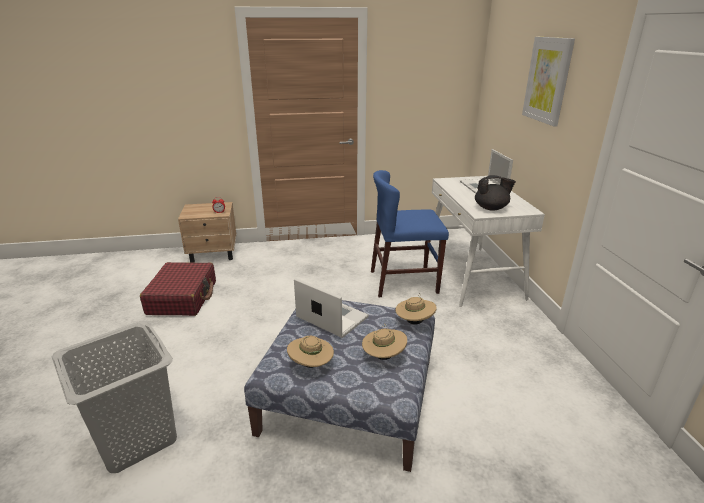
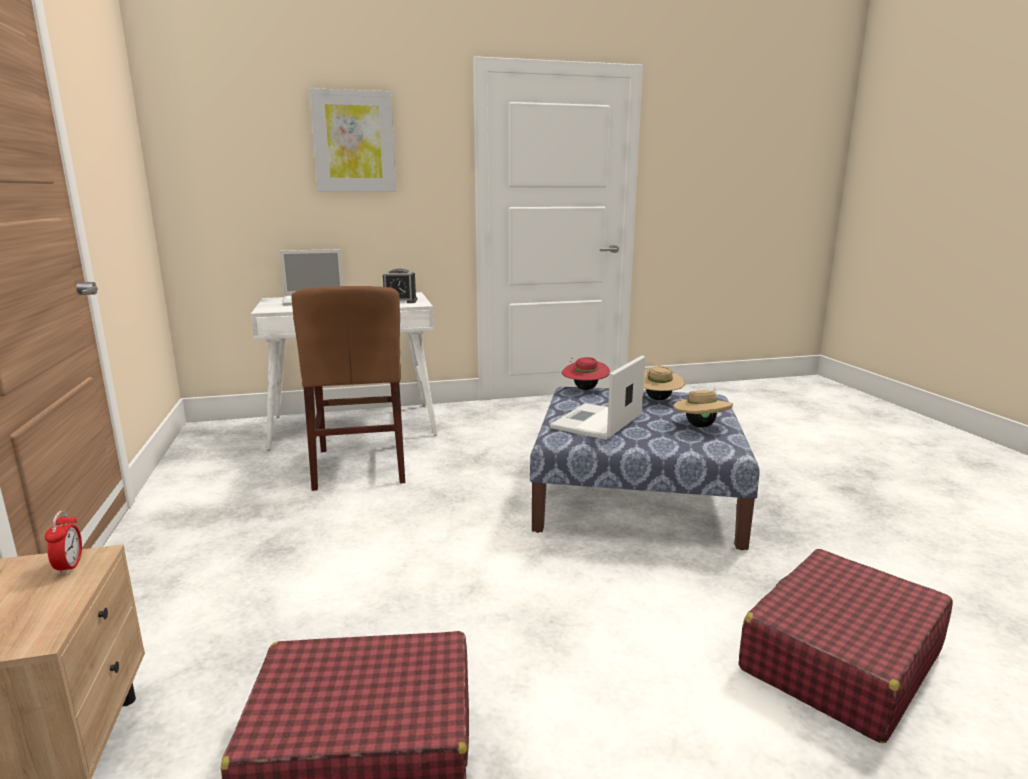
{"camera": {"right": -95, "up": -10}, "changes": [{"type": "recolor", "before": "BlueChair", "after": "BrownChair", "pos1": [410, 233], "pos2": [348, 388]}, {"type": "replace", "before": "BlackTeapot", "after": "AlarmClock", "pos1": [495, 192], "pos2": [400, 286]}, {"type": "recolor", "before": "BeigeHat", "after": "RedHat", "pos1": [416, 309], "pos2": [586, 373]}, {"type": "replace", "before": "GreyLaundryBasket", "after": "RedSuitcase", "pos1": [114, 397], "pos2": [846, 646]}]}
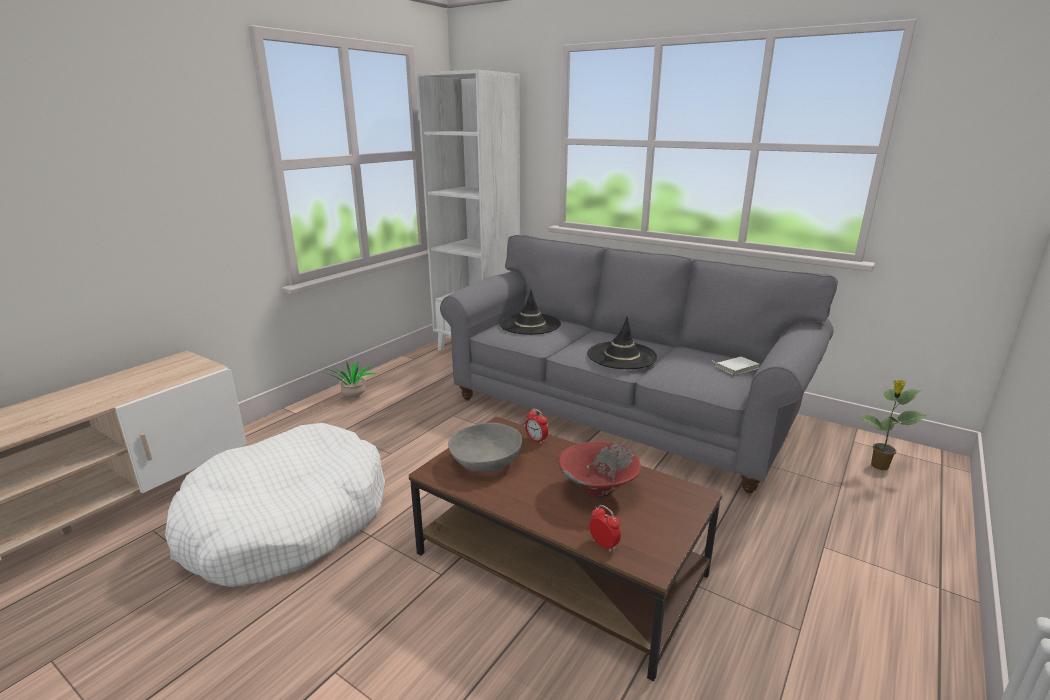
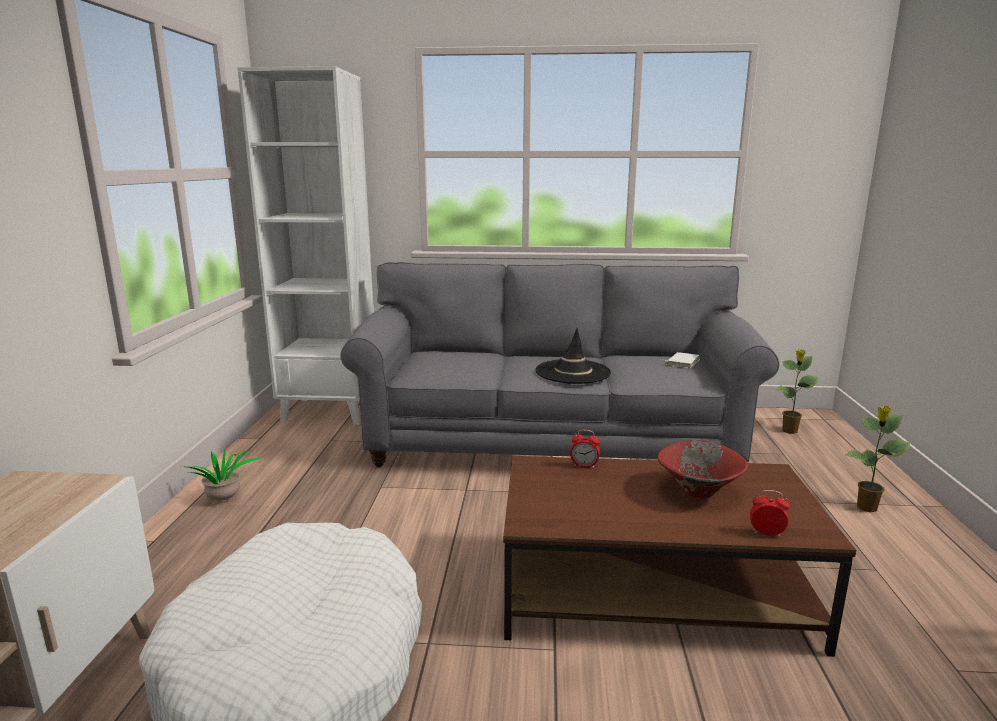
{"camera": {"right": -30, "up": -5}, "changes": [{"type": "insert", "after": "PottedPlant", "pos2": [877, 459]}, {"type": "delete", "before": "GreyBowl", "pos1": [485, 447]}, {"type": "delete", "before": "BlackHat", "pos1": [530, 312]}]}
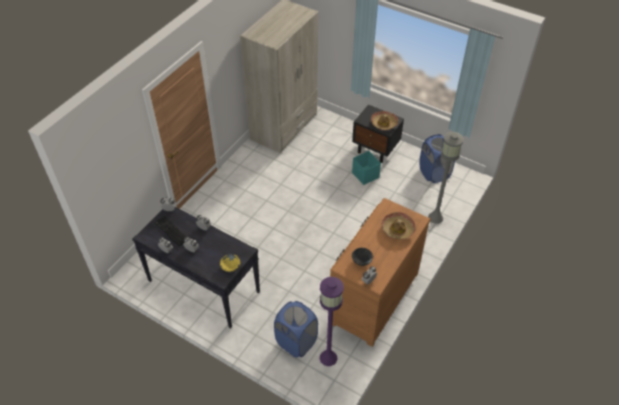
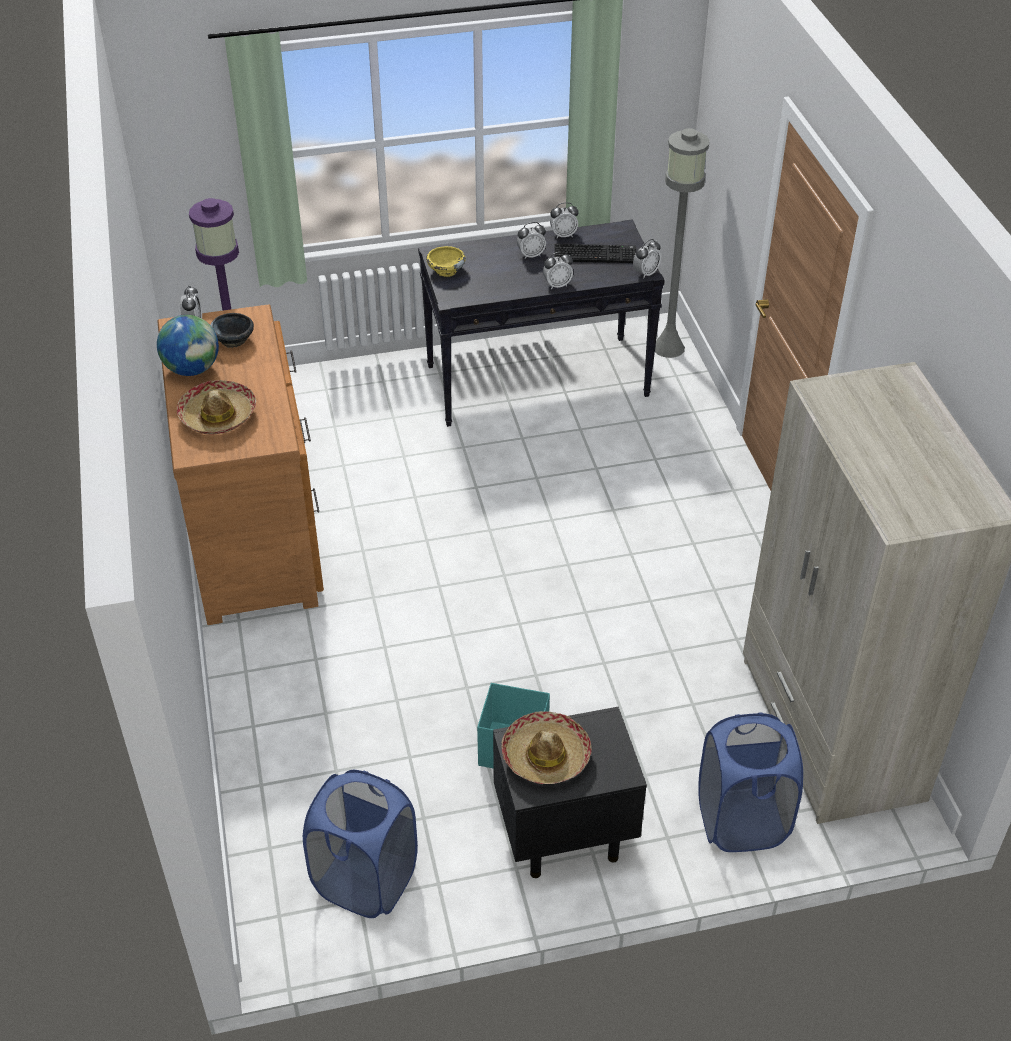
{"camera": {"right": 135, "up": -5}, "changes": [{"type": "insert", "after": "Globe", "pos2": [188, 345]}, {"type": "move", "before": "GreyFloorLamp", "pos1": [446, 178], "pos2": [682, 243]}, {"type": "move", "before": "BlueLaundryBasket", "pos1": [296, 329], "pos2": [751, 782]}]}
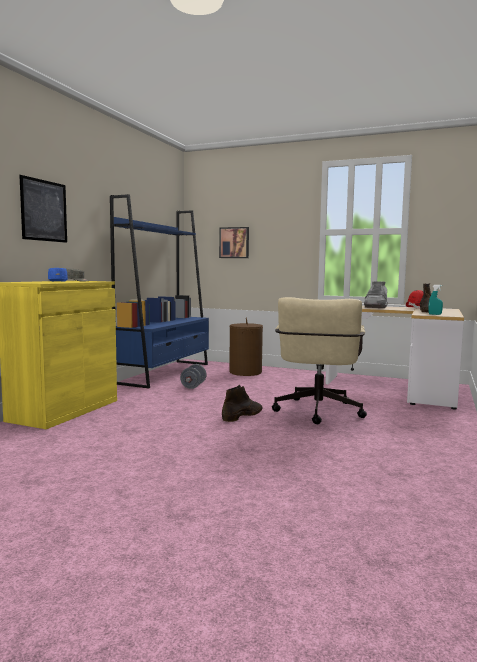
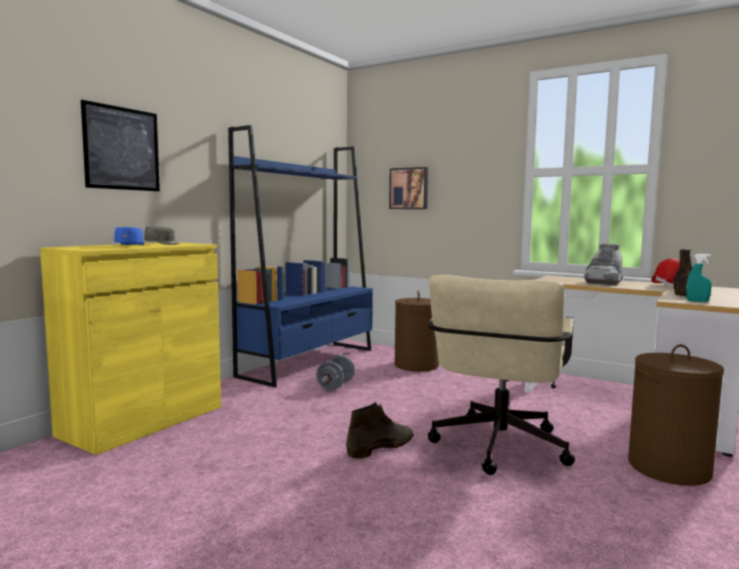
{"camera": {"right": 10, "up": 0}, "changes": [{"type": "insert", "after": "BrownLaundryBasket", "pos2": [676, 415]}]}
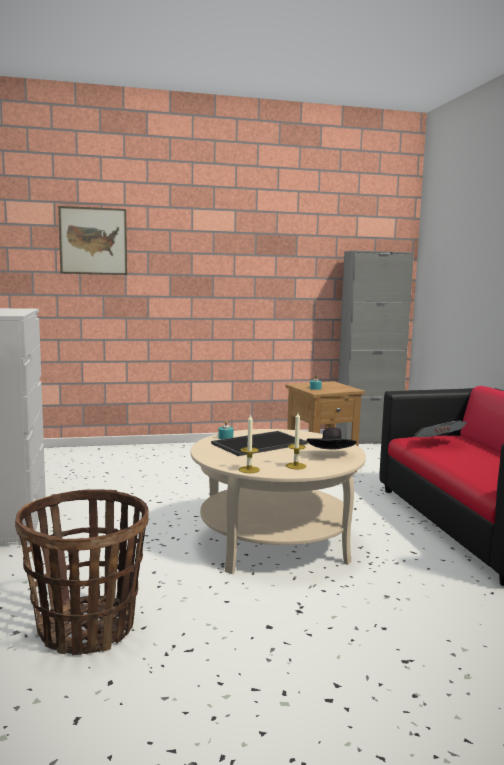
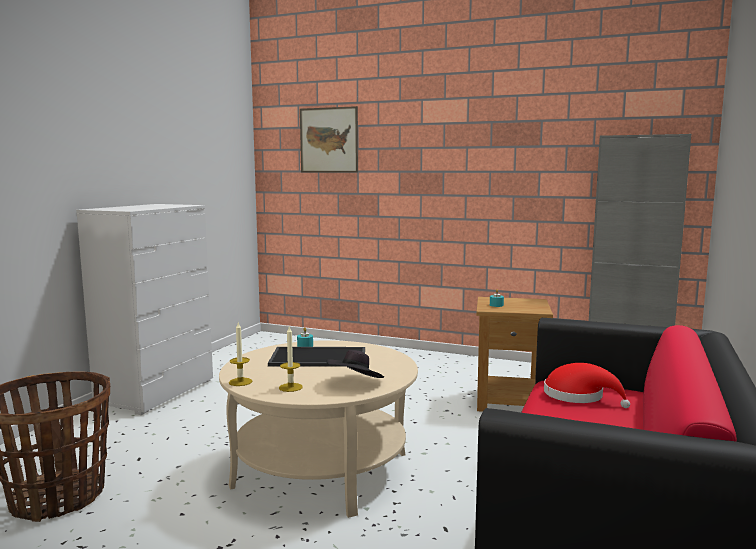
{"camera": {"right": 35, "up": 0}, "changes": [{"type": "replace", "before": "Newspaper", "after": "RedHat", "pos1": [440, 428], "pos2": [587, 385]}]}
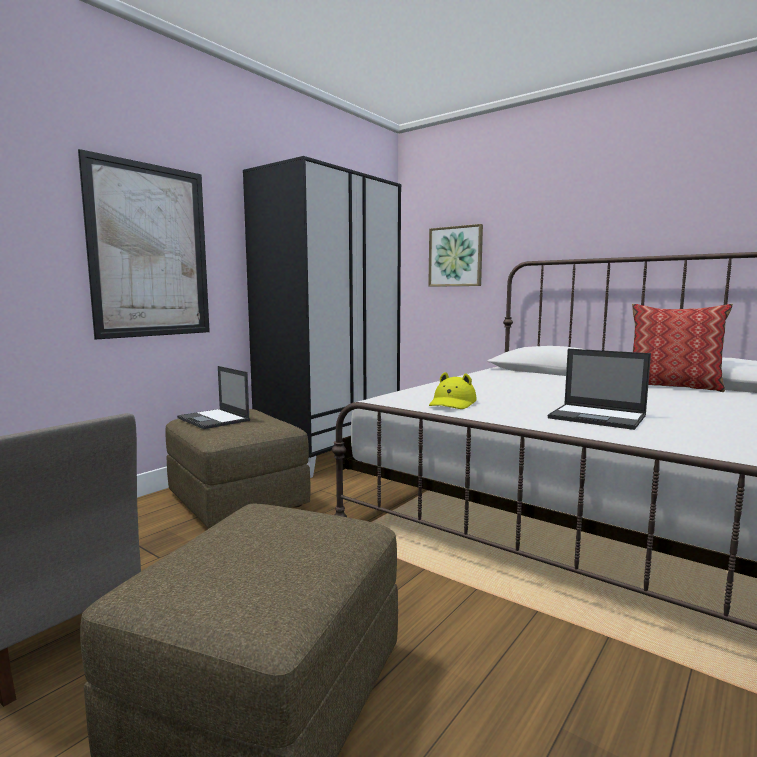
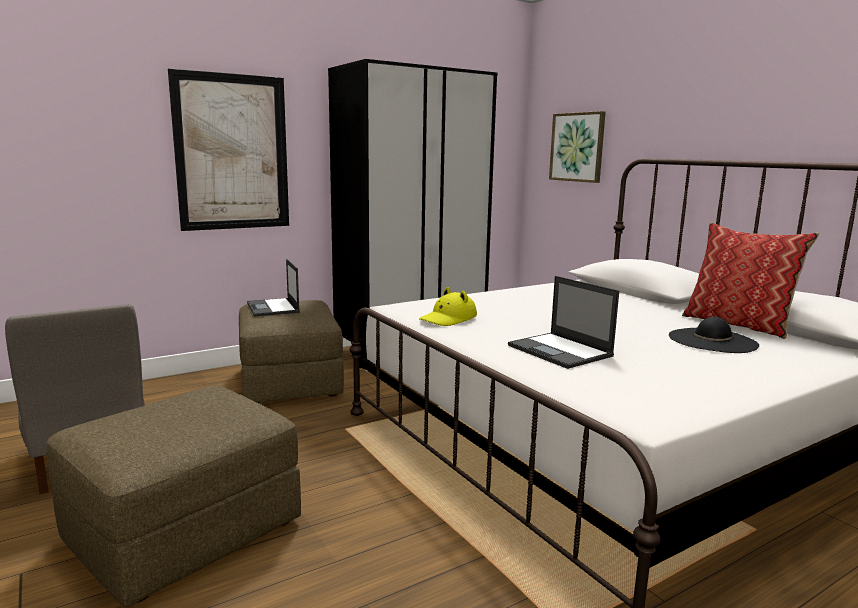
{"camera": {"right": 20, "up": 5}, "changes": [{"type": "insert", "after": "BlackHat", "pos2": [714, 335]}]}
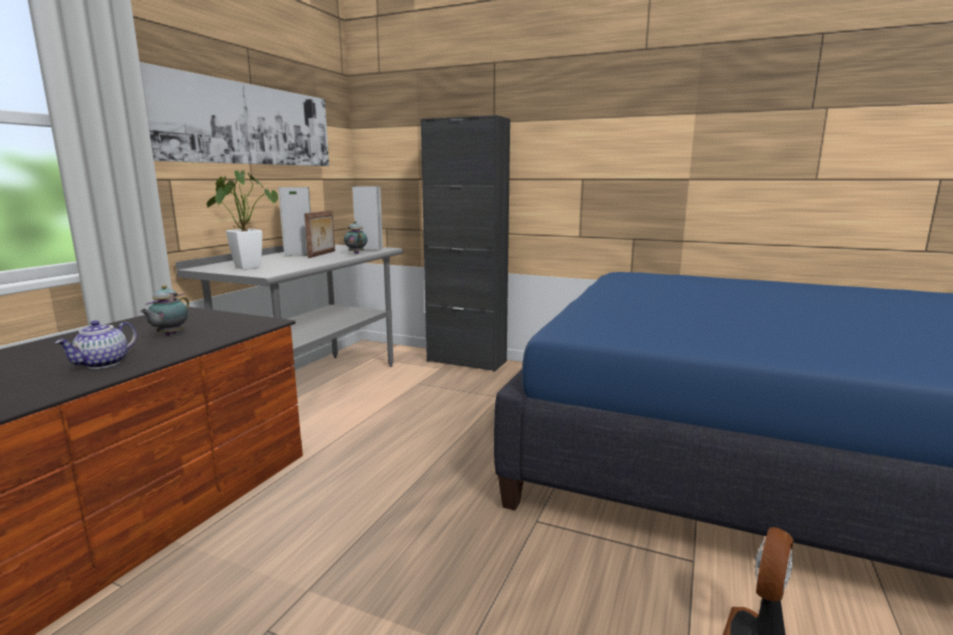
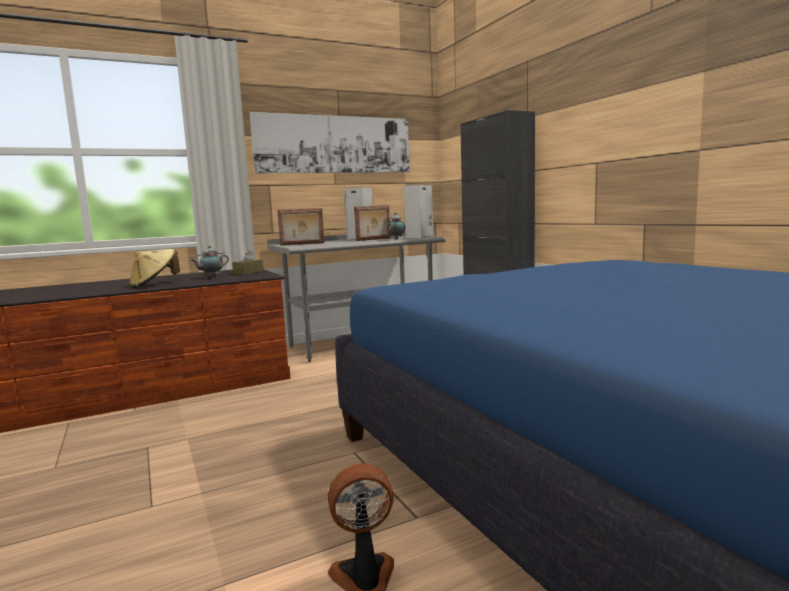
{"camera": {"right": 40, "up": -5}, "changes": [{"type": "replace", "before": "Teapot", "after": "BeigeHat", "pos1": [96, 344], "pos2": [154, 268]}, {"type": "insert", "after": "BrownTissueBox", "pos2": [247, 262]}, {"type": "replace", "before": "PottedPlant", "after": "PictureFrame", "pos1": [242, 220], "pos2": [300, 226]}]}
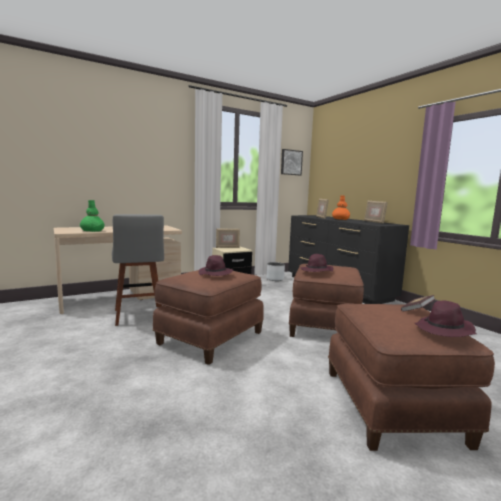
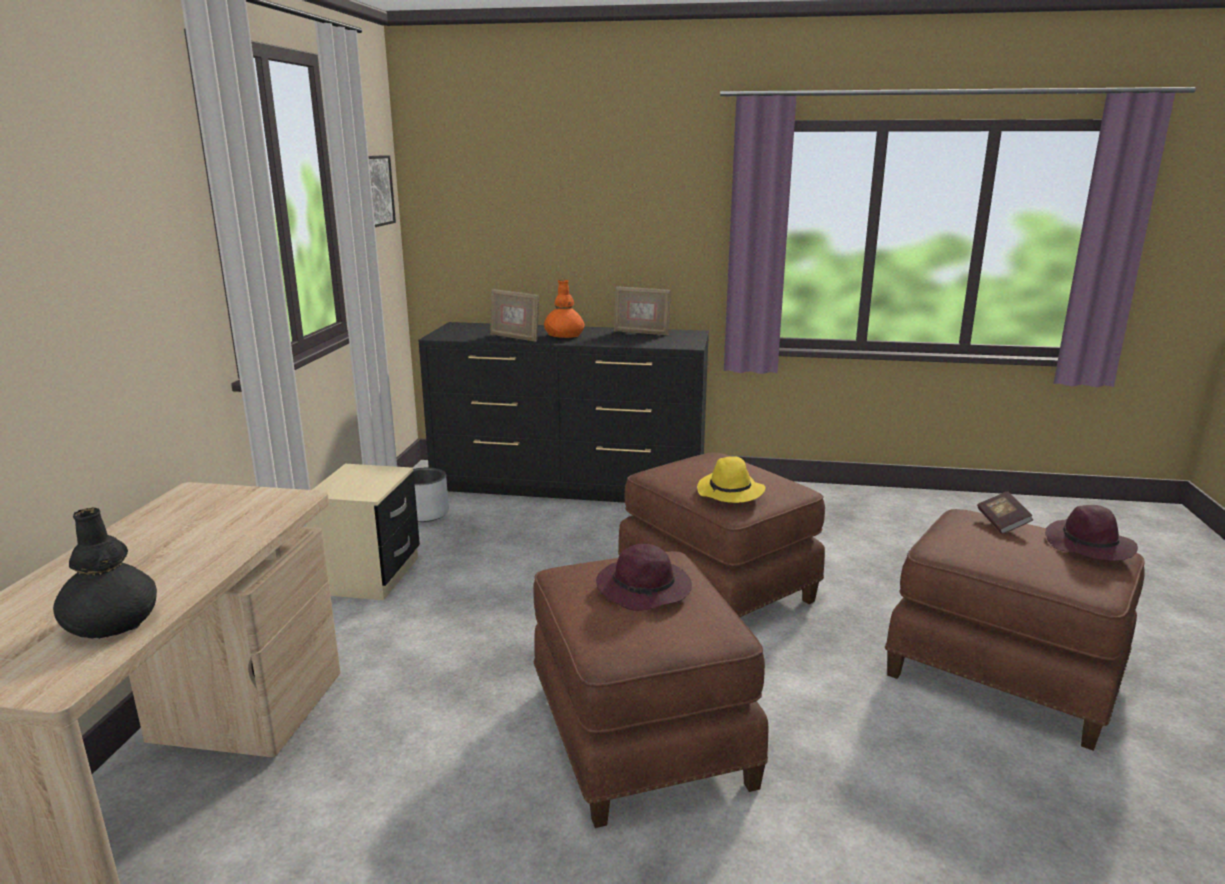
{"camera": {"right": -50, "up": 10}, "changes": [{"type": "recolor", "before": "GreenVase", "after": "BlackVase", "pos1": [92, 216], "pos2": [105, 573]}, {"type": "recolor", "before": "PurpleHat", "after": "YellowHat", "pos1": [317, 263], "pos2": [731, 480]}, {"type": "delete", "before": "GreyStool", "pos1": [138, 270]}, {"type": "delete", "before": "PictureFrame", "pos1": [228, 238]}]}
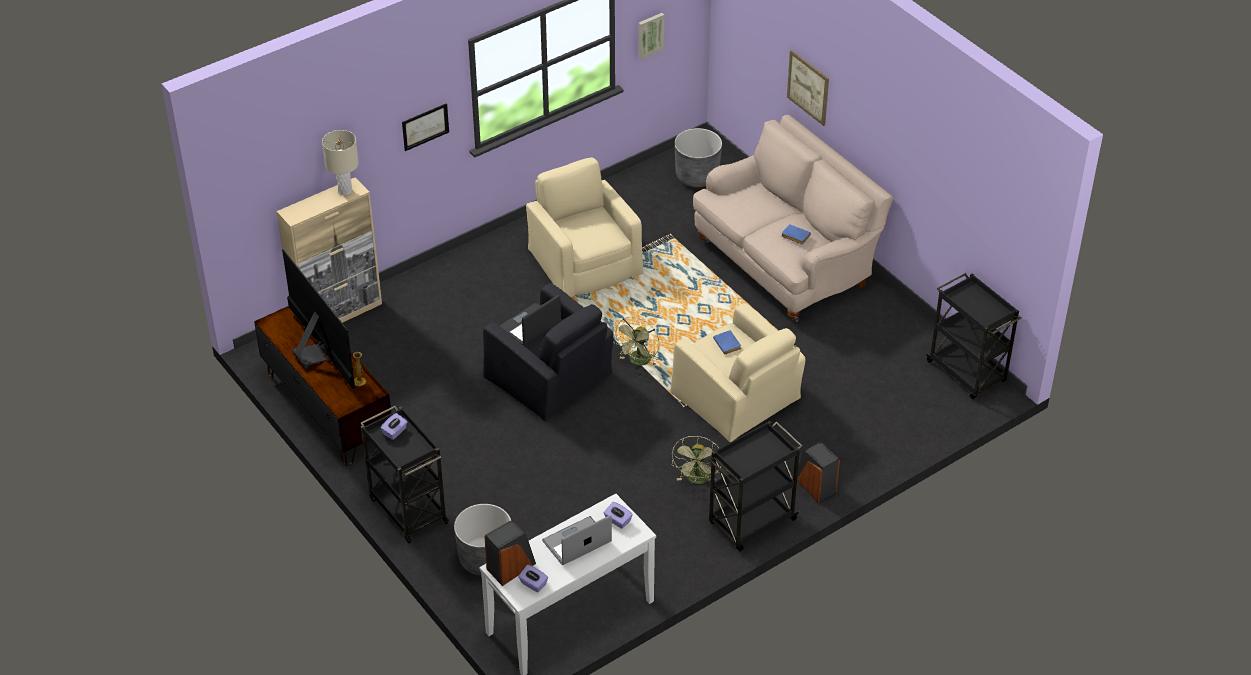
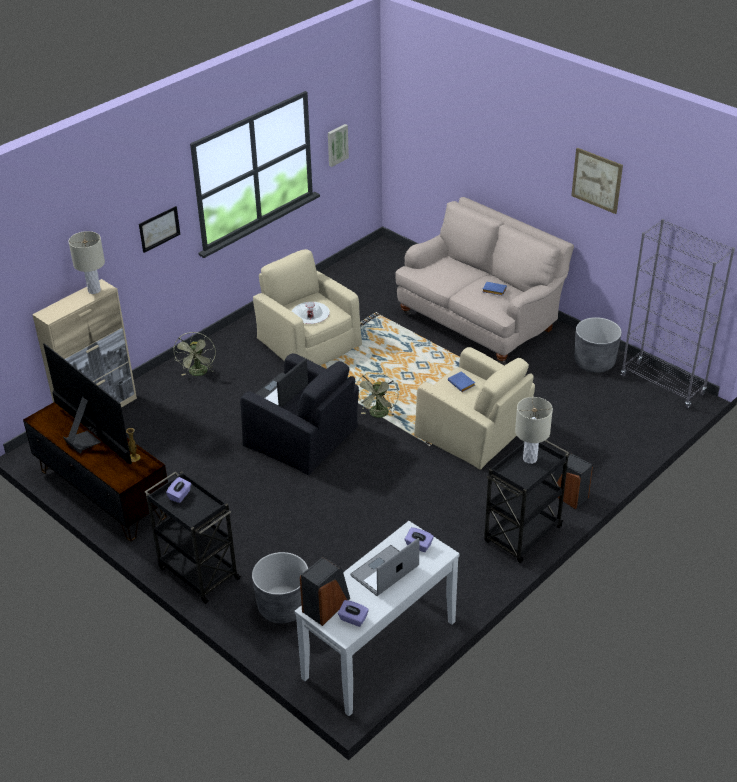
{"camera": {"right": -10, "up": -5}, "changes": [{"type": "move", "before": "GreenFan", "pos1": [696, 460], "pos2": [194, 354]}, {"type": "insert", "after": "WhiteHat", "pos2": [311, 313]}, {"type": "insert", "after": "BeigeTableLamp", "pos2": [534, 430]}, {"type": "move", "before": "Picture", "pos1": [808, 88], "pos2": [597, 181]}, {"type": "move", "before": "GreyPlanter", "pos1": [698, 157], "pos2": [598, 345]}, {"type": "replace", "before": "BlackCart", "after": "GreyBookcase", "pos1": [973, 336], "pos2": [678, 314]}]}
